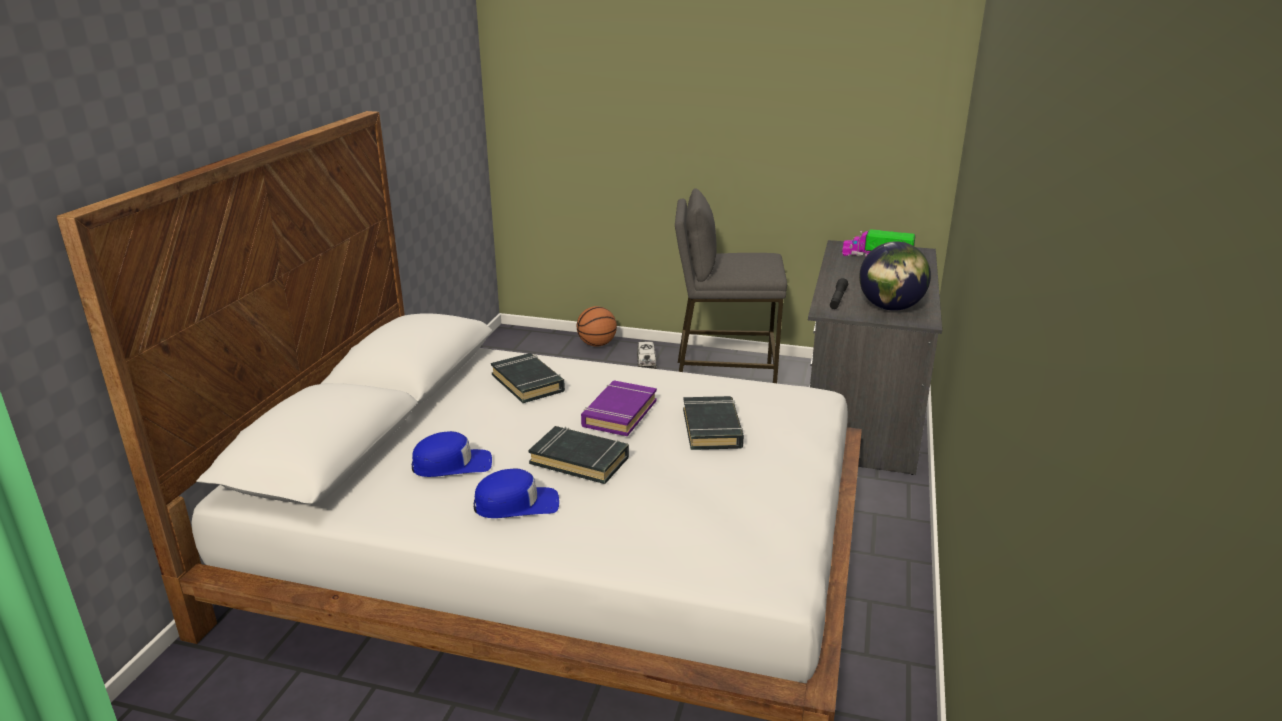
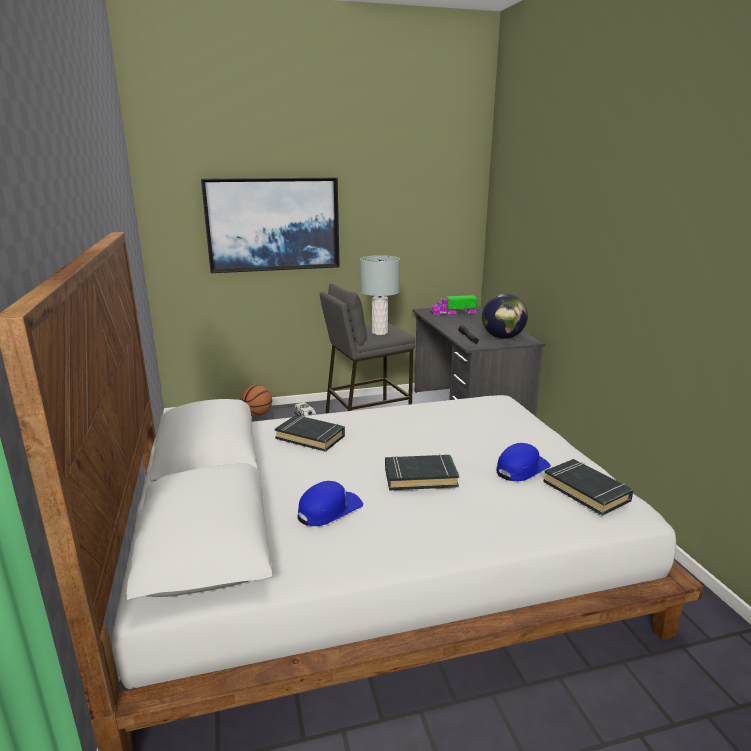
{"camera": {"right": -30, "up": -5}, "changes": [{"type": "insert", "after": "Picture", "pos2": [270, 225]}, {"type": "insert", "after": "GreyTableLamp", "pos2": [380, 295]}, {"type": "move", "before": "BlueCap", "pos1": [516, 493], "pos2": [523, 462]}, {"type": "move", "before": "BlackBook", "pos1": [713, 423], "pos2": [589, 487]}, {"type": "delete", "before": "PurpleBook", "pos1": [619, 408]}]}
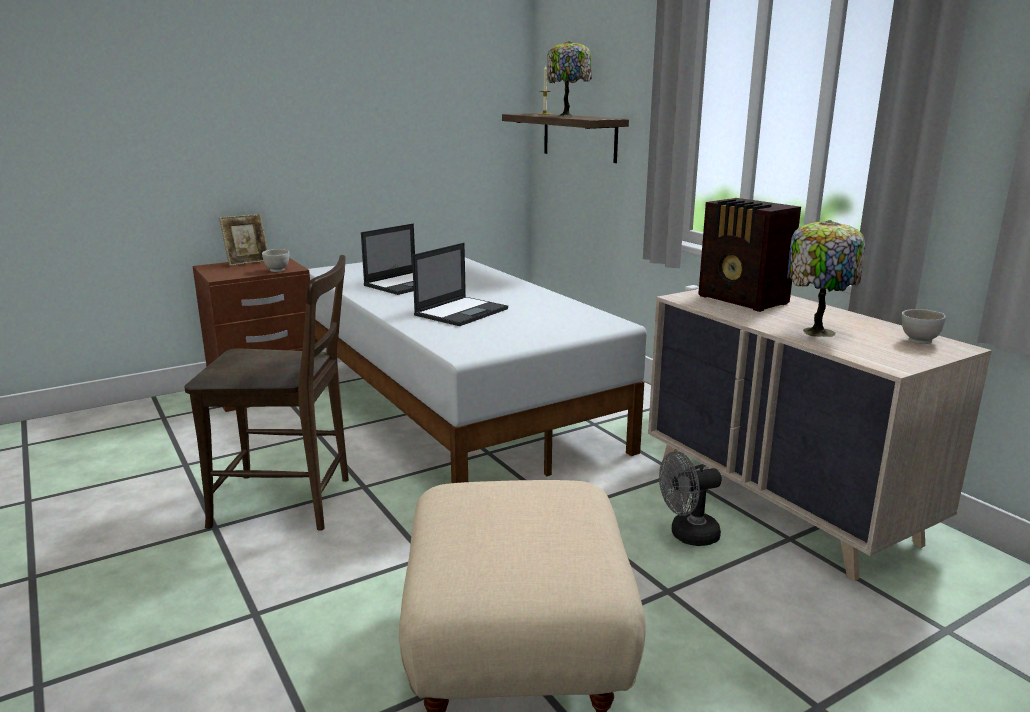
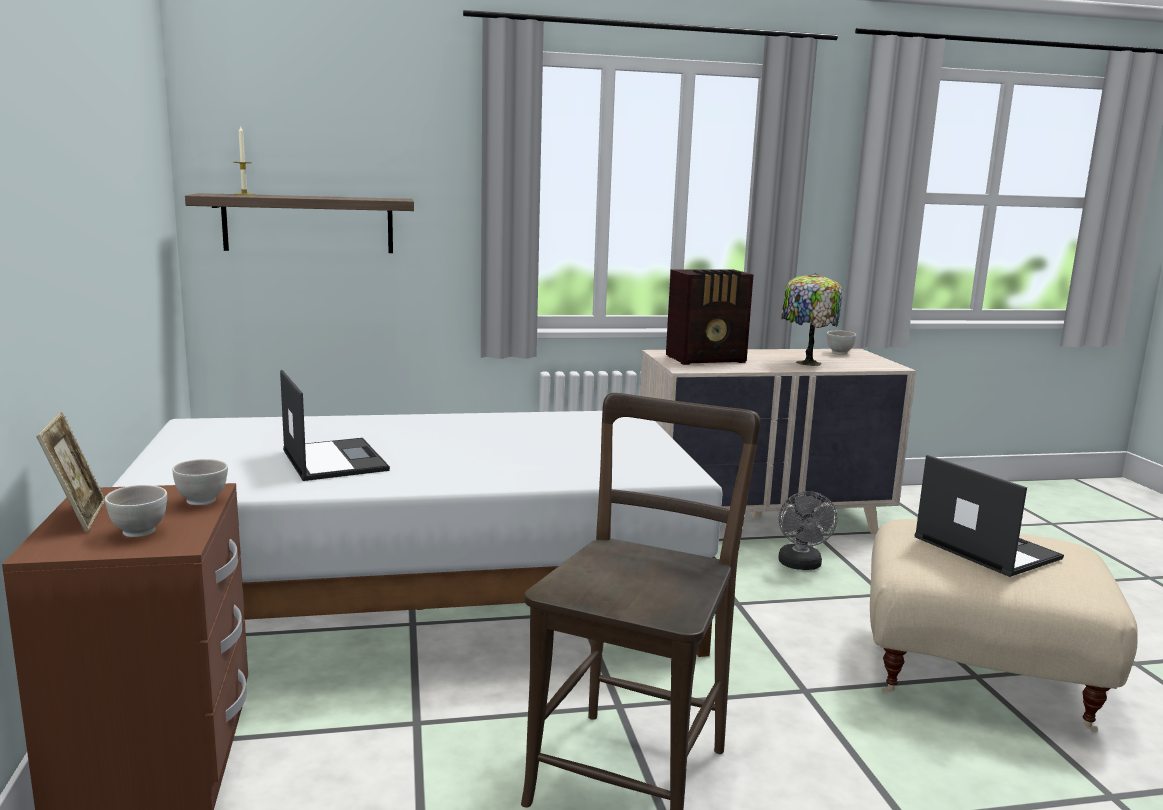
{"camera": {"right": -70, "up": -5}, "changes": [{"type": "insert", "after": "WhiteBowl", "pos2": [136, 511]}, {"type": "move", "before": "Laptop", "pos1": [460, 284], "pos2": [989, 516]}, {"type": "delete", "before": "TableLamp", "pos1": [569, 79]}]}
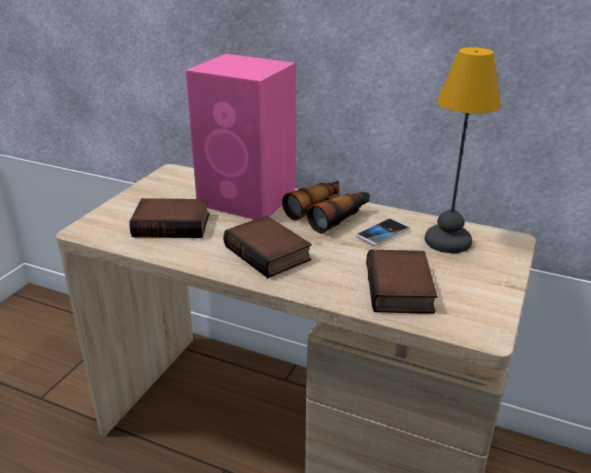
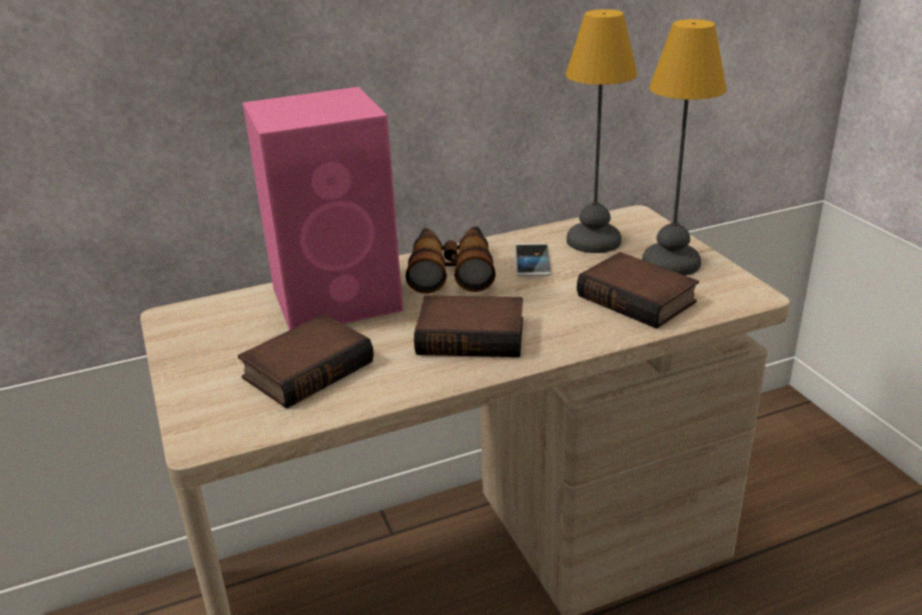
{"camera": {"right": -45, "up": 0}, "changes": [{"type": "insert", "after": "TableLamp", "pos2": [684, 147]}]}
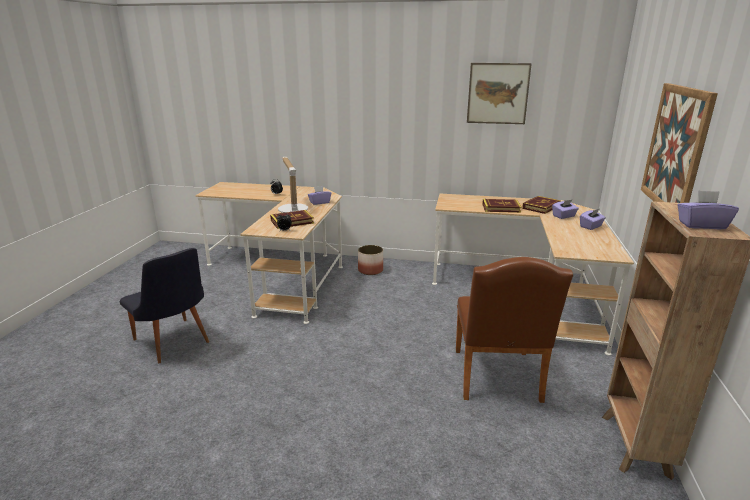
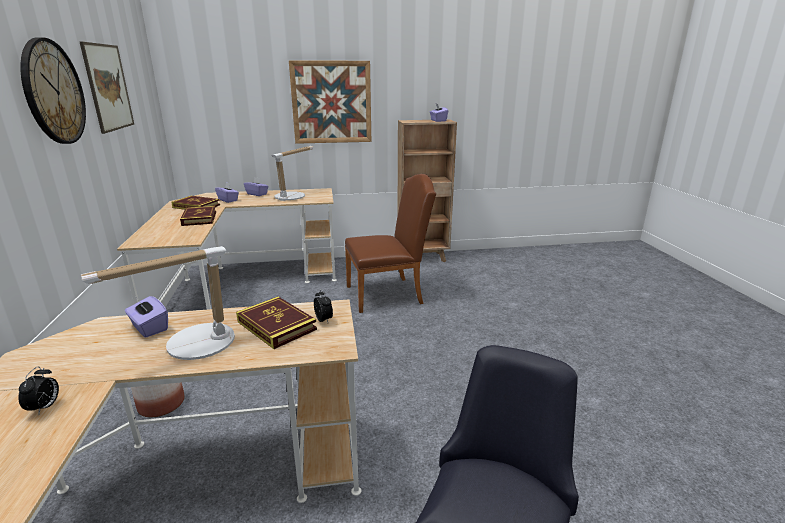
{"camera": {"right": -110, "up": 0}, "changes": [{"type": "insert", "after": "WallClock", "pos2": [53, 91]}, {"type": "insert", "after": "TableLamp", "pos2": [293, 173]}]}
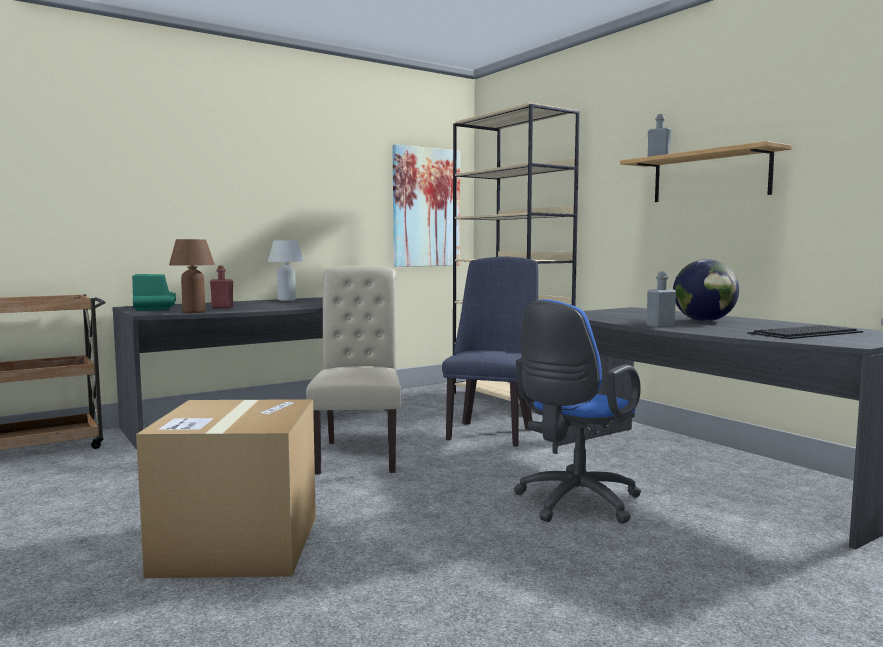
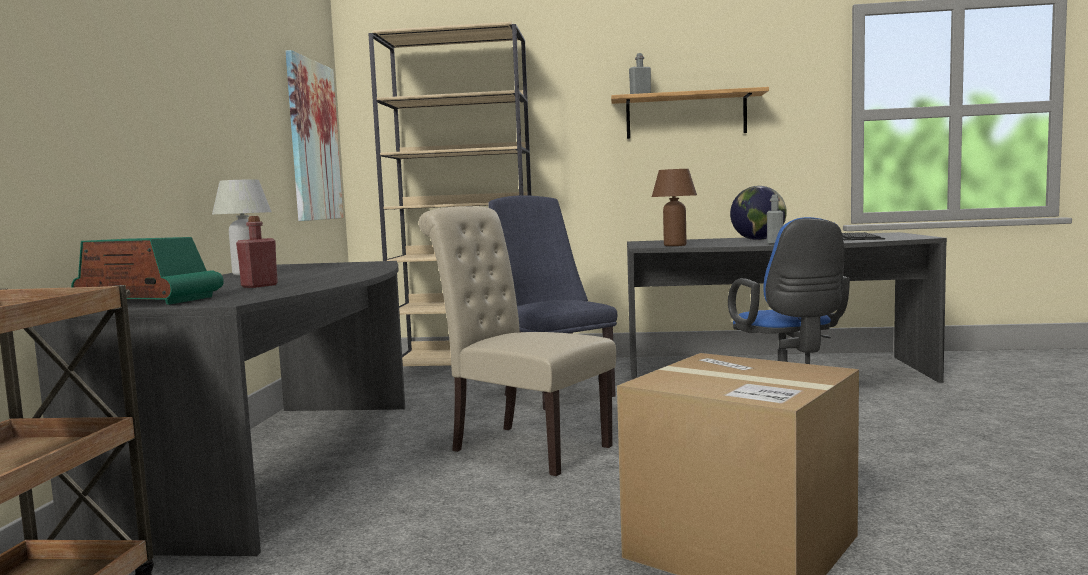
{"camera": {"right": -50, "up": 0}, "changes": [{"type": "move", "before": "BrownTableLamp", "pos1": [192, 276], "pos2": [674, 207]}]}
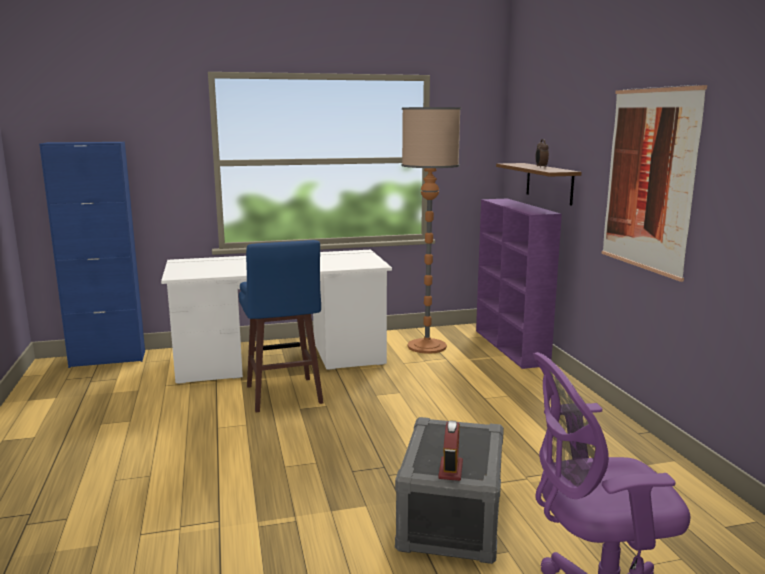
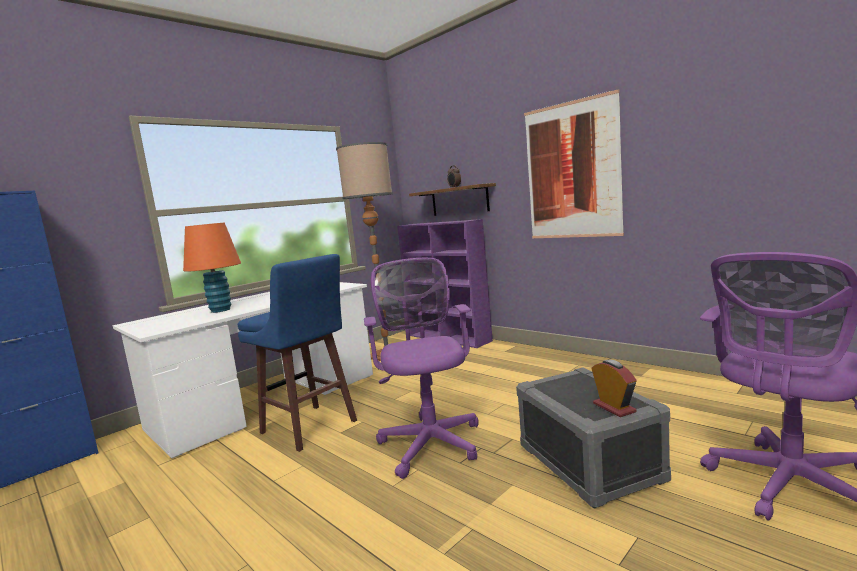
{"camera": {"right": -30, "up": -5}, "changes": [{"type": "insert", "after": "OrangeTableLamp", "pos2": [212, 268]}, {"type": "insert", "after": "PurpleOfficeChair", "pos2": [421, 368]}]}
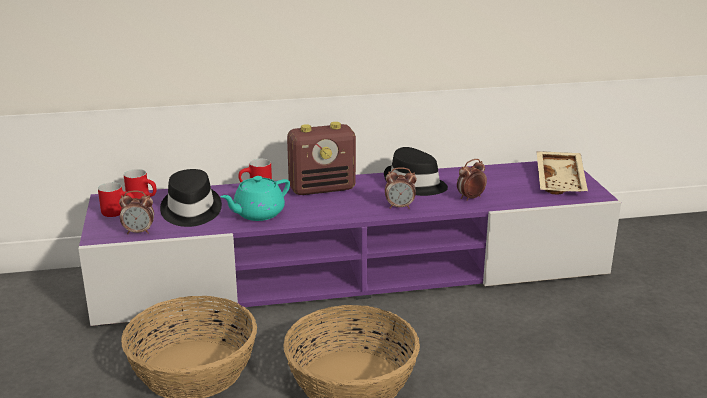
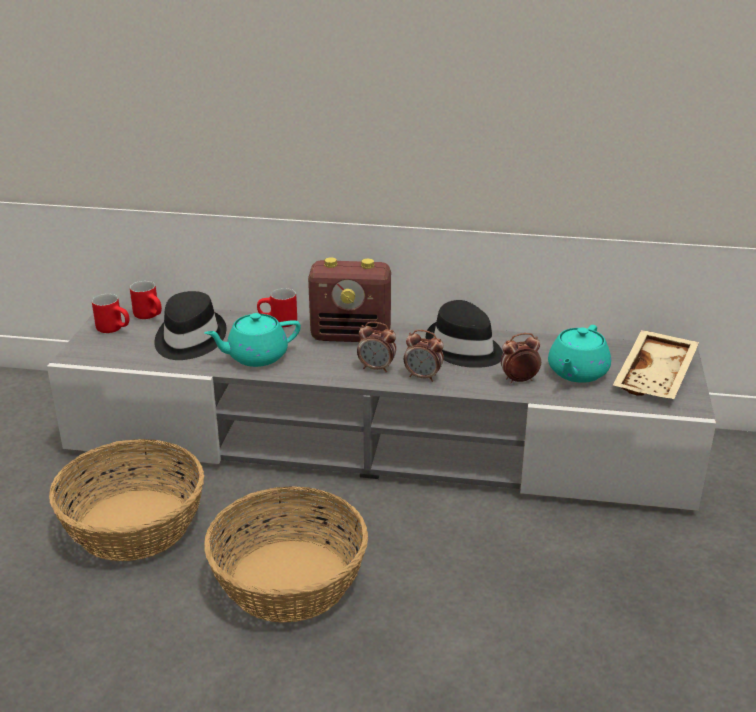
{"camera": {"right": 20, "up": 5}, "changes": [{"type": "recolor", "before": "PurpleTvStand", "after": "GreyTvStand", "pos1": [349, 243], "pos2": [381, 406]}, {"type": "move", "before": "AlarmClock", "pos1": [136, 212], "pos2": [376, 347]}, {"type": "insert", "after": "TurquoiseTeapot", "pos2": [579, 354]}]}
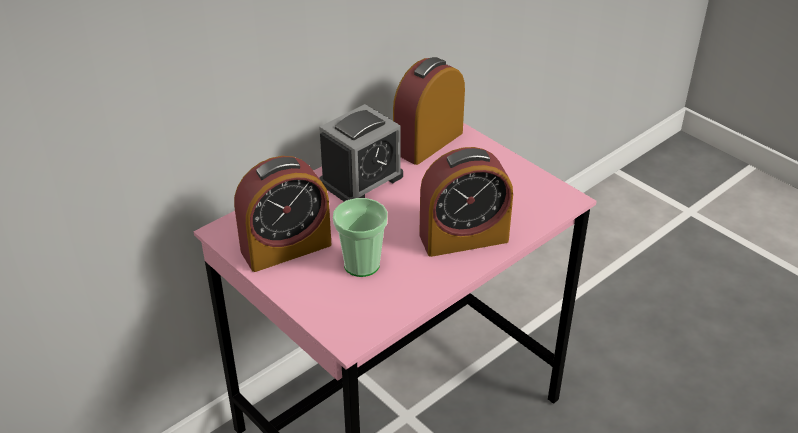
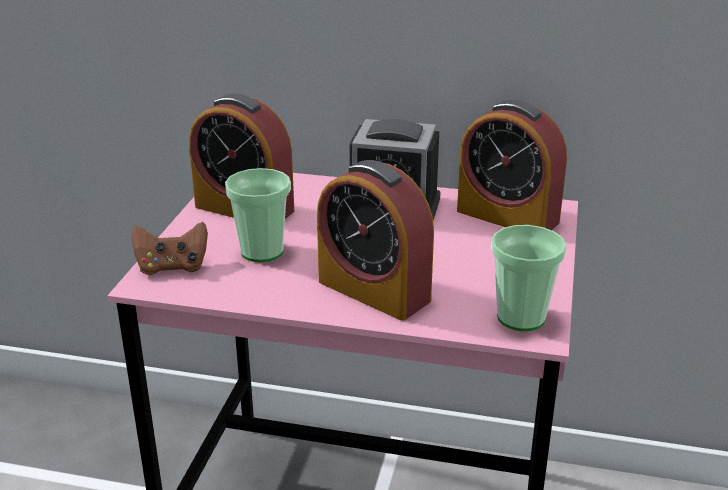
{"camera": {"right": 55, "up": -10}, "changes": [{"type": "insert", "after": "BrownGameController", "pos2": [169, 248]}, {"type": "rotate", "before": "AlarmClock", "pos1": [429, 111], "pos2": [512, 165], "turn": -150}, {"type": "insert", "after": "Cup", "pos2": [529, 278]}]}
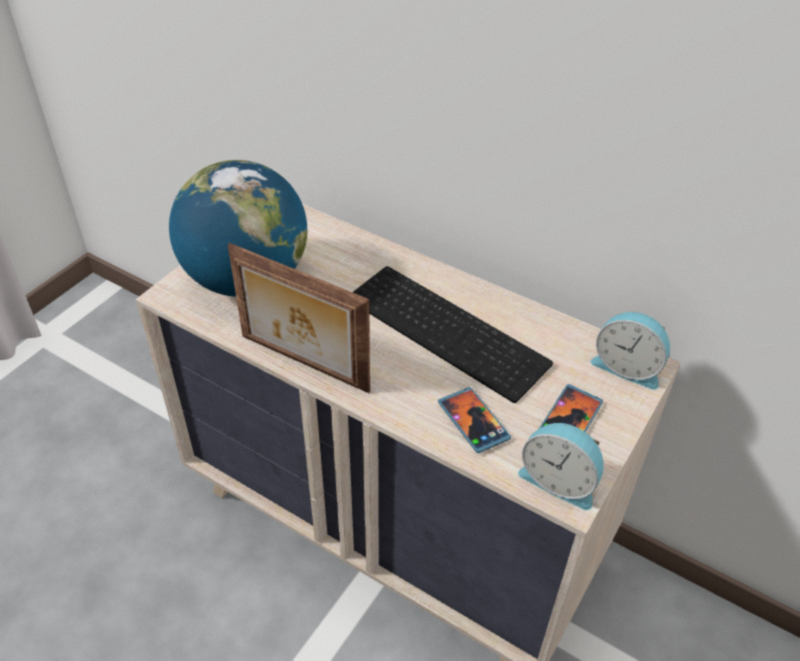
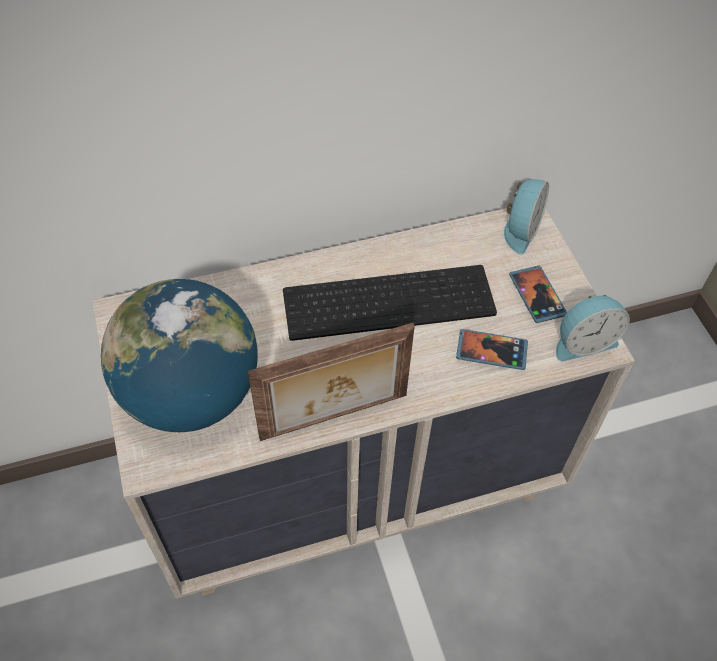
{"camera": {"right": -50, "up": 10}, "changes": [{"type": "rotate", "before": "AlarmClock", "pos1": [630, 351], "pos2": [526, 216], "turn": -45}]}
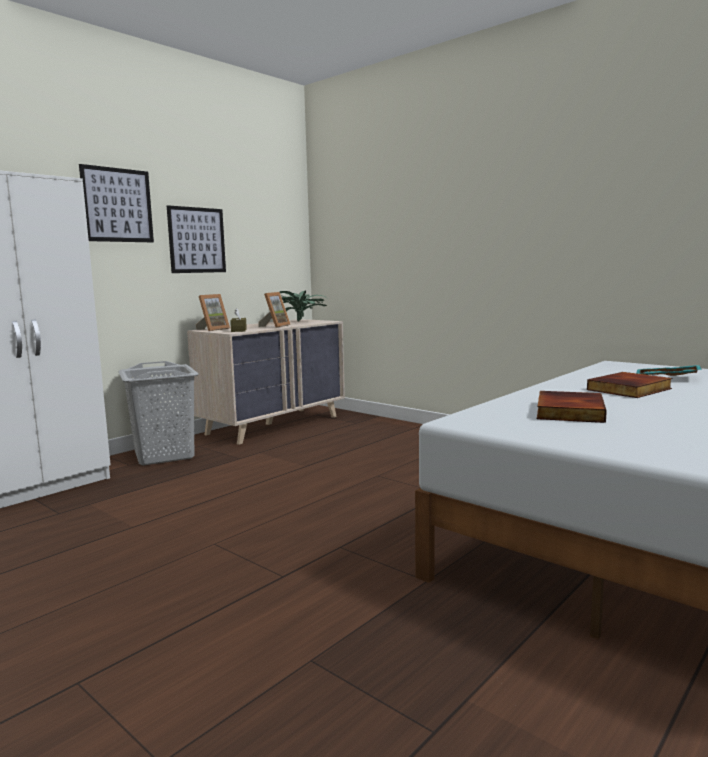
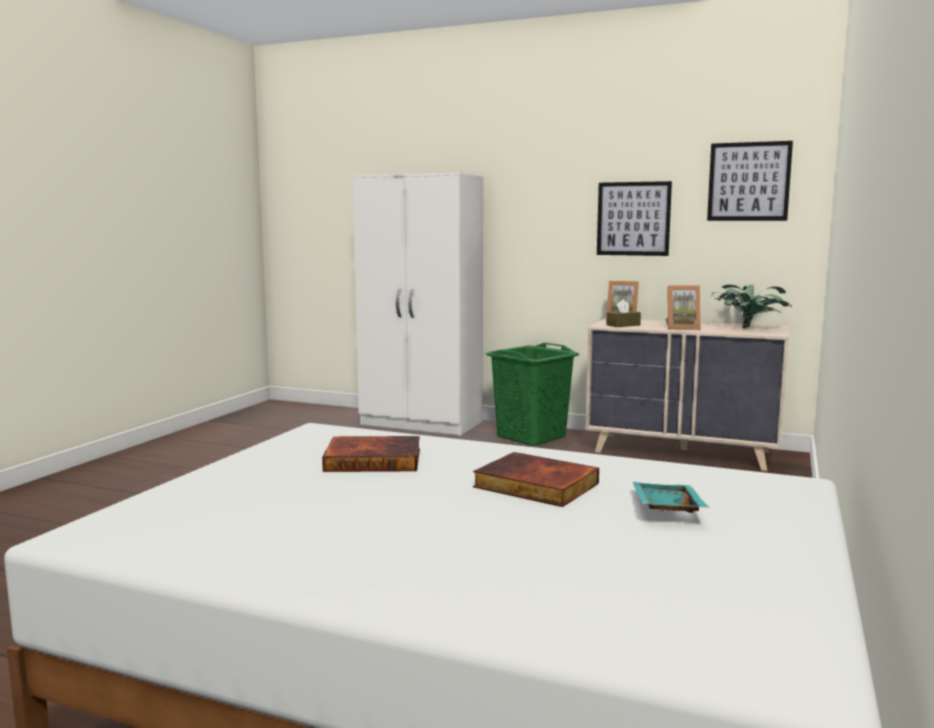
{"camera": {"right": 70, "up": 0}, "changes": [{"type": "recolor", "before": "GreyLaundryBasket", "after": "GreenLaundryBasket", "pos1": [158, 413], "pos2": [532, 394]}, {"type": "move", "before": "Picture", "pos1": [116, 203], "pos2": [750, 181]}]}
